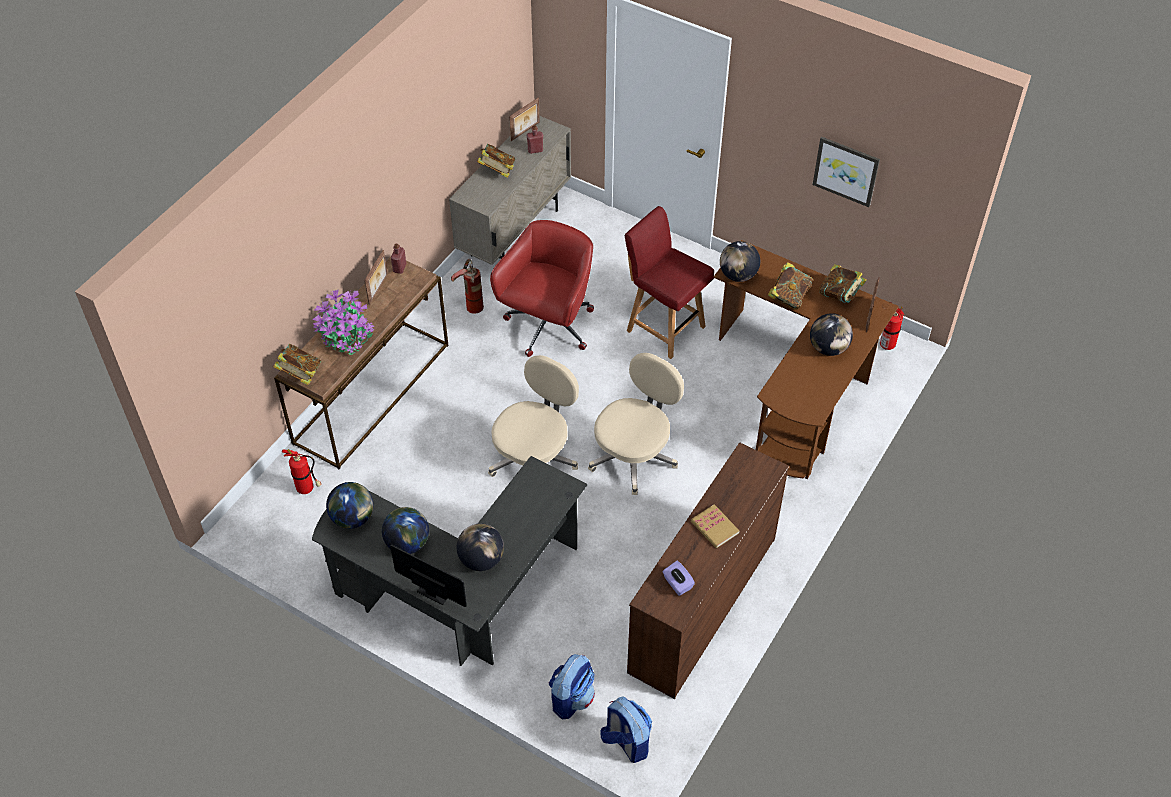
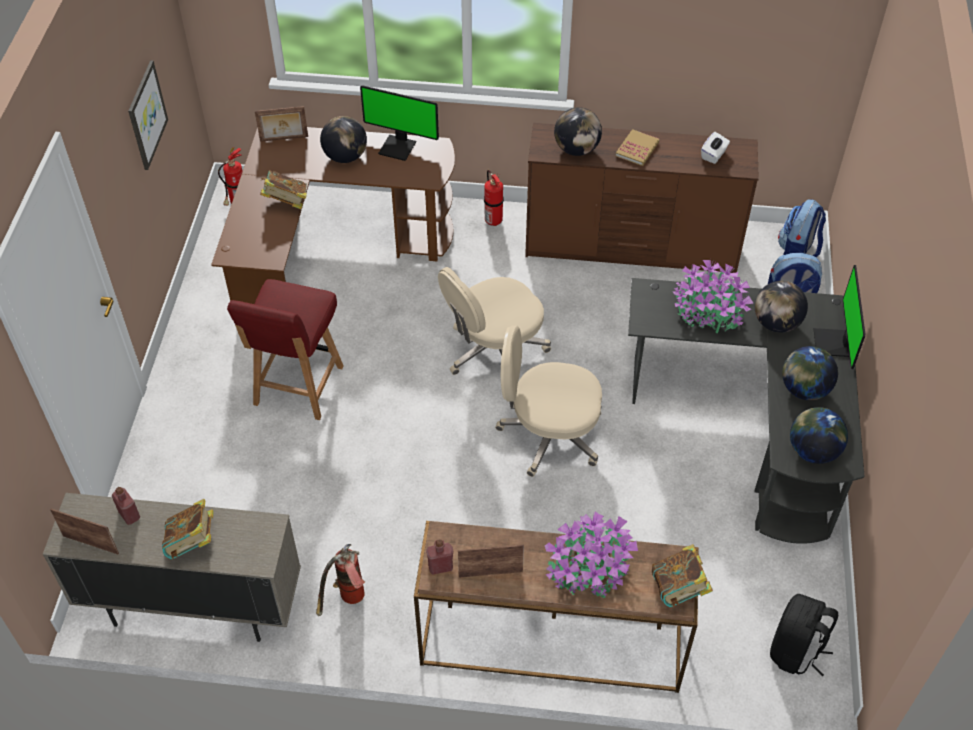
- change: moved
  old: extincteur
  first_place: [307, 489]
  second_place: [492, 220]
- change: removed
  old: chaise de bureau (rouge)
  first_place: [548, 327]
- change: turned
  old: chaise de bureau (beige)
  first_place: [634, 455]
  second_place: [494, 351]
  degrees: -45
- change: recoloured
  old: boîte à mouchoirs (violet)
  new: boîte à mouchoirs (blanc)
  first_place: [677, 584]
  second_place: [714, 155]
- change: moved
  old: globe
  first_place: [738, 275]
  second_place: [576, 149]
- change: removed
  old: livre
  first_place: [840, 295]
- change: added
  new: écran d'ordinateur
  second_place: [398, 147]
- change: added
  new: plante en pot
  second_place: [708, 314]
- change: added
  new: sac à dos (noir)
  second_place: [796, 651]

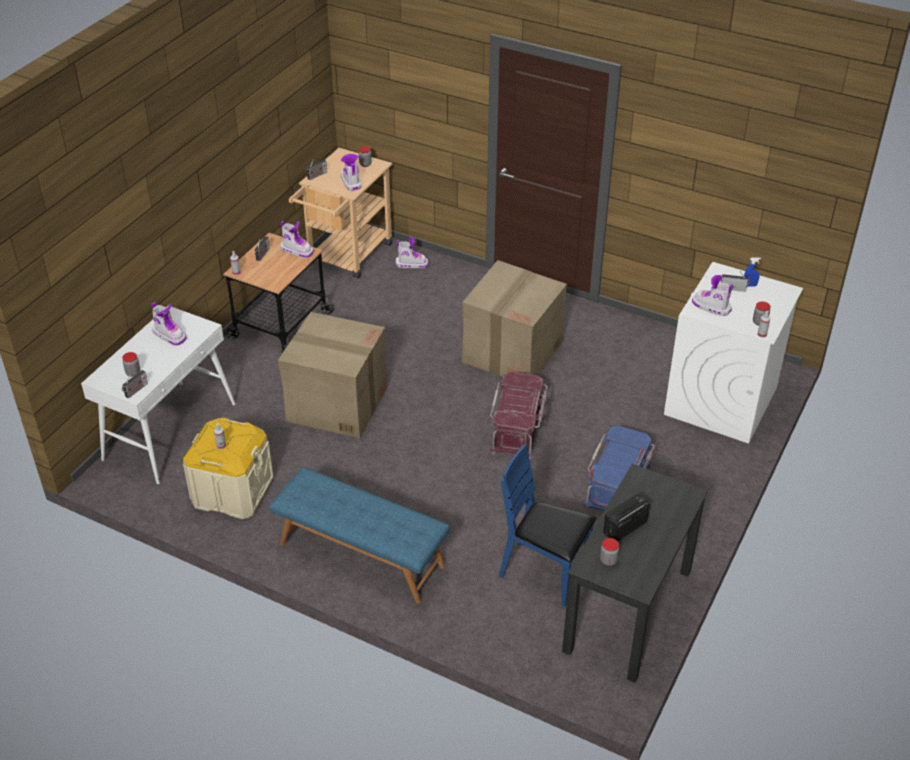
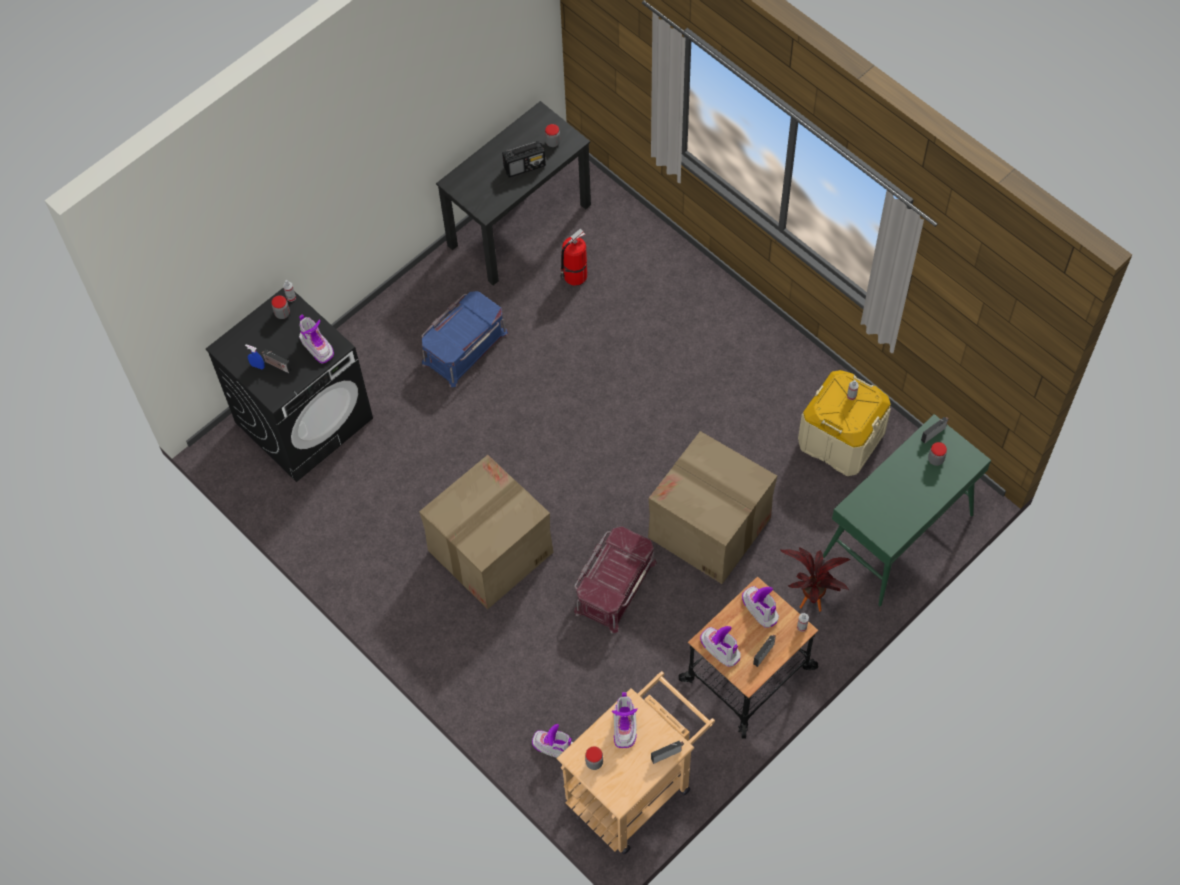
- change: recoloured
  old: table console (blanc)
  new: table console (vert)
  first_place: [170, 431]
  second_place: [897, 537]
- change: moved
  old: botte
  first_place: [169, 335]
  second_place: [759, 609]
- change: removed
  old: banc (bleu)
  first_place: [360, 555]
- change: moved
  old: boîte de rangement (rouge)
  first_place: [518, 428]
  second_place: [614, 586]
- change: replaced
  old: chaise (bleu)
  new: extincteur
  first_place: [544, 573]
  second_place: [574, 276]
- change: recoloured
  old: lave-linge (blanc)
  new: lave-linge (noir)
  first_place: [721, 401]
  second_place: [304, 420]
- change: added
  new: plante en pot
  second_place: [810, 597]

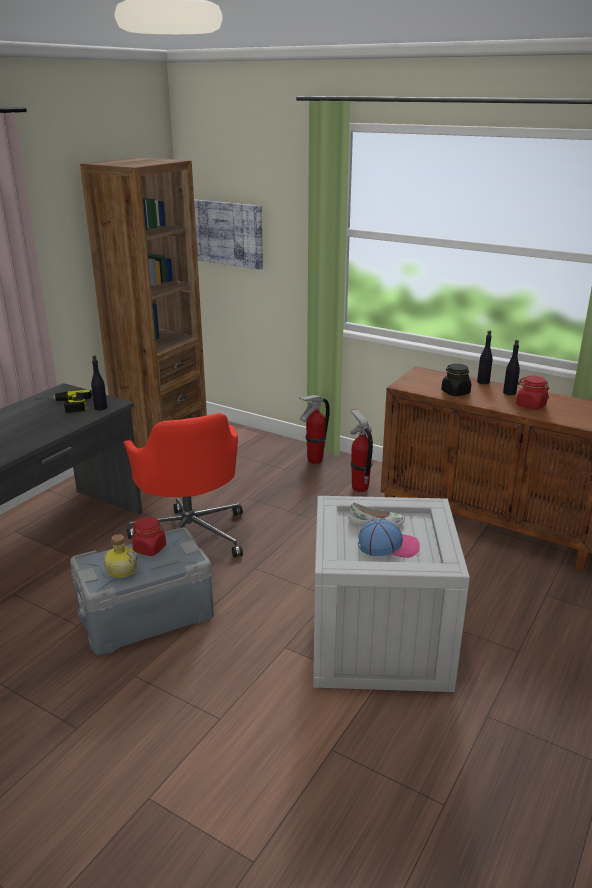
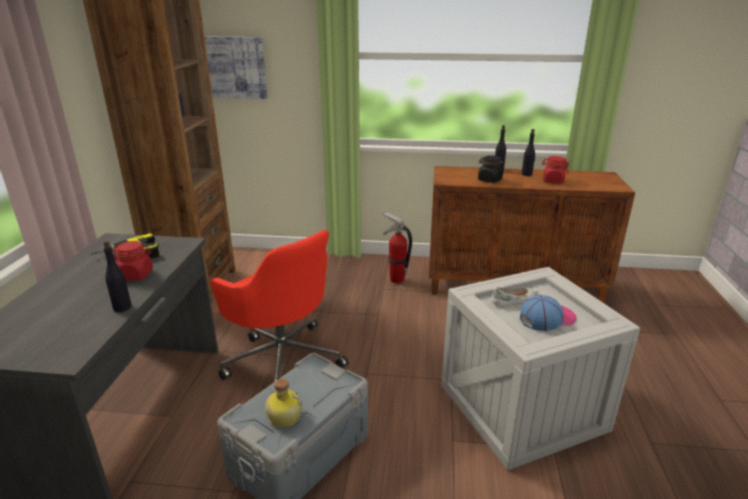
- change: moved
  old: bouteille (noir)
  first_place: [101, 408]
  second_place: [122, 307]
- change: moved
  old: bocal (rouge)
  first_place: [150, 548]
  second_place: [136, 275]
- change: removed
  old: extincteur
  first_place: [314, 460]

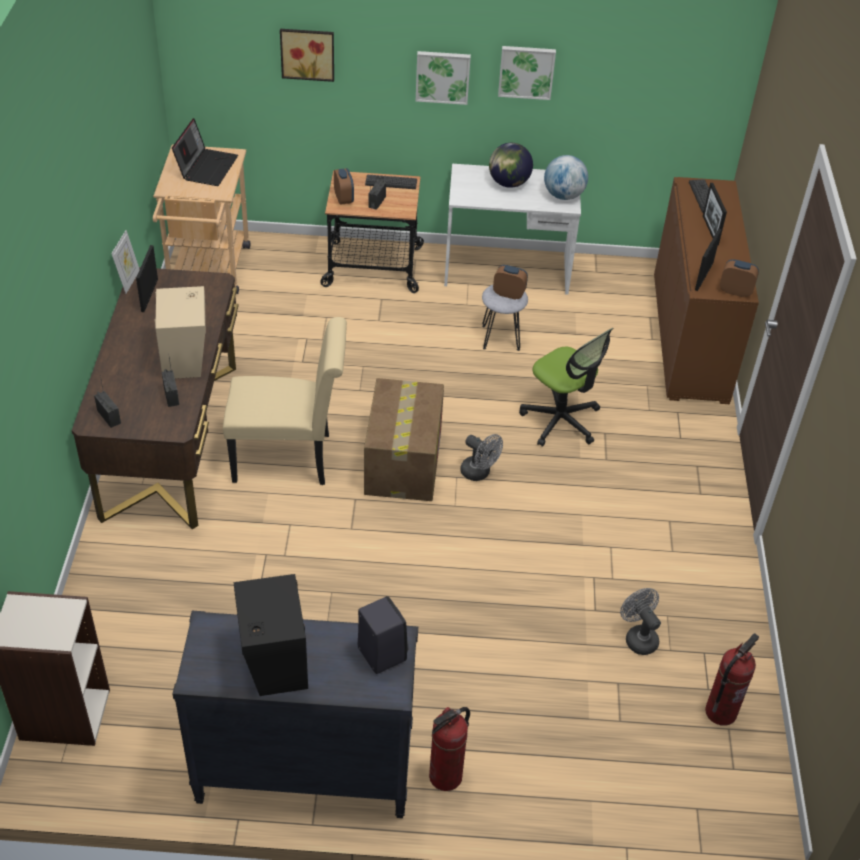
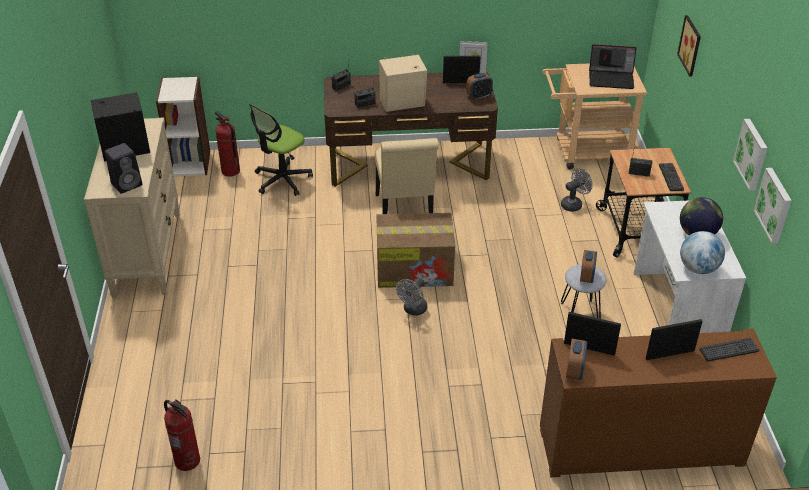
- change: recoloured
  old: commode (noir)
  new: commode (beige)
  first_place: [303, 773]
  second_place: [147, 254]
- change: moved
  old: réveil
  first_place: [344, 199]
  second_place: [479, 96]
- change: moved
  old: tableau
  first_place: [442, 76]
  second_place: [775, 205]
- change: moved
  old: extincteur
  first_place: [445, 776]
  second_place: [230, 171]
- change: moved
  old: chaise de bureau
  first_place: [561, 421]
  second_place: [282, 180]
- change: moved
  old: ventilateur (gris)
  first_place: [638, 637]
  second_place: [574, 204]

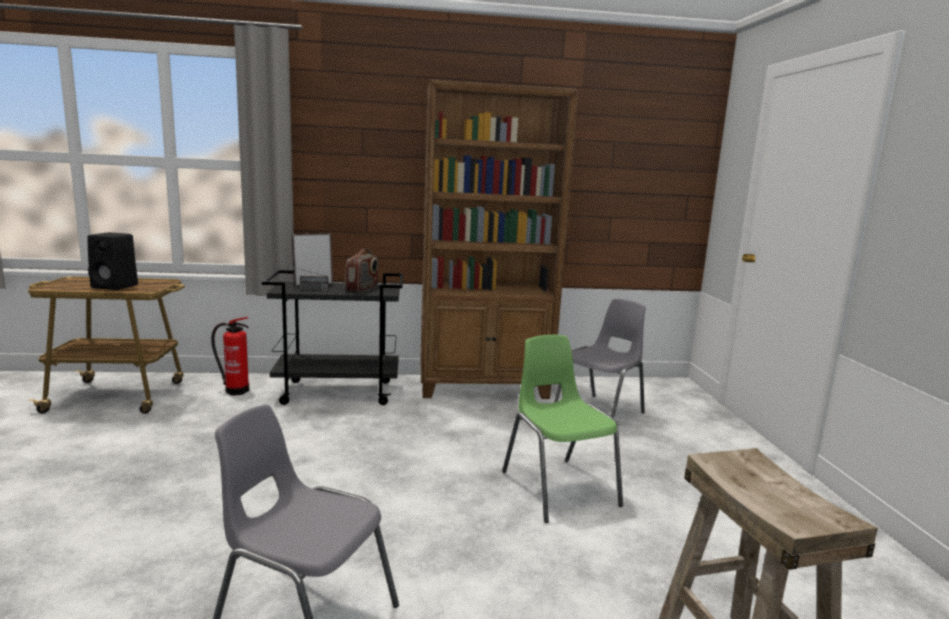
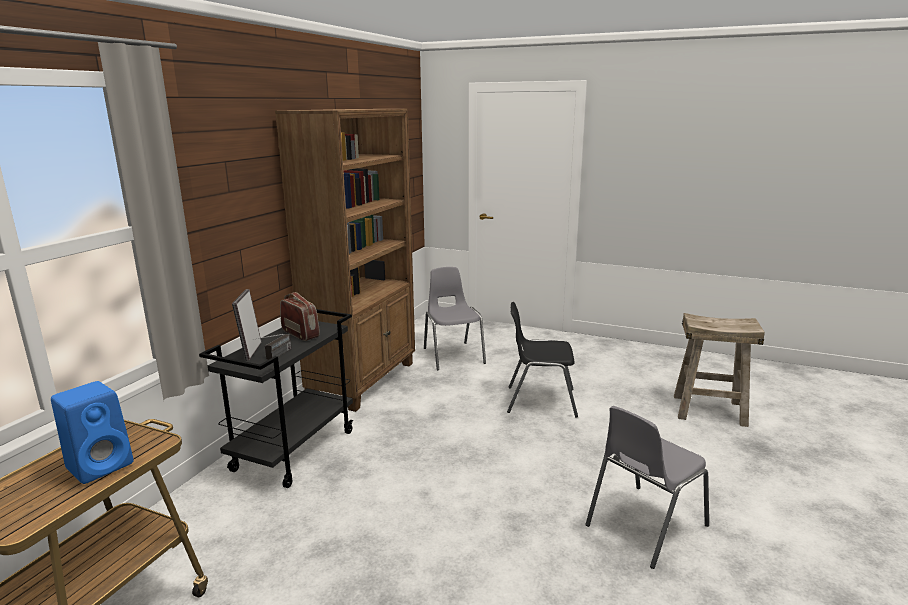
- change: recoloured
  old: enceinte (noir)
  new: enceinte (bleu)
  first_place: [116, 286]
  second_place: [102, 465]
- change: removed
  old: extincteur
  first_place: [235, 390]
- change: recoloured
  old: chaise (vert)
  new: chaise (noir)
  first_place: [558, 487]
  second_place: [540, 401]

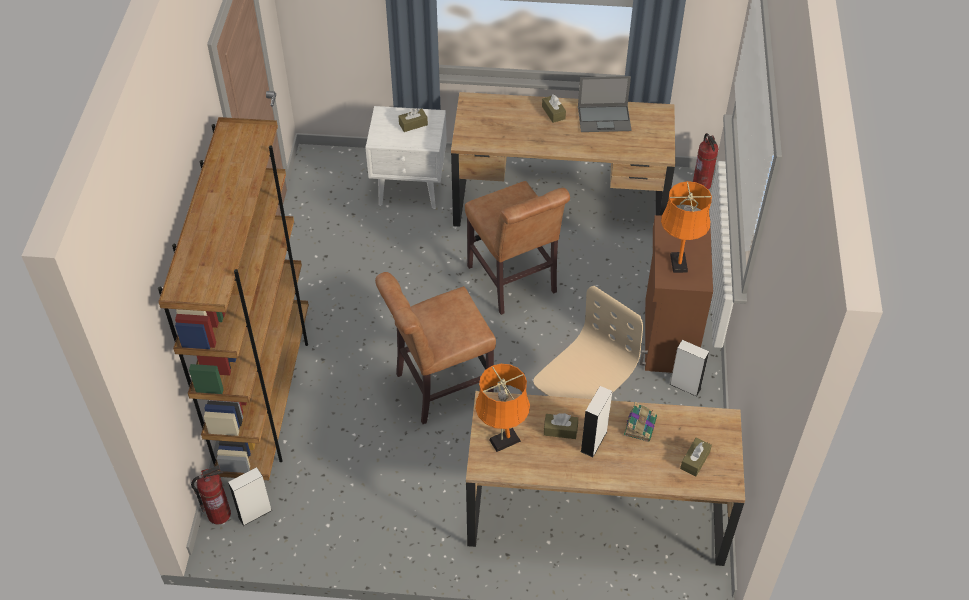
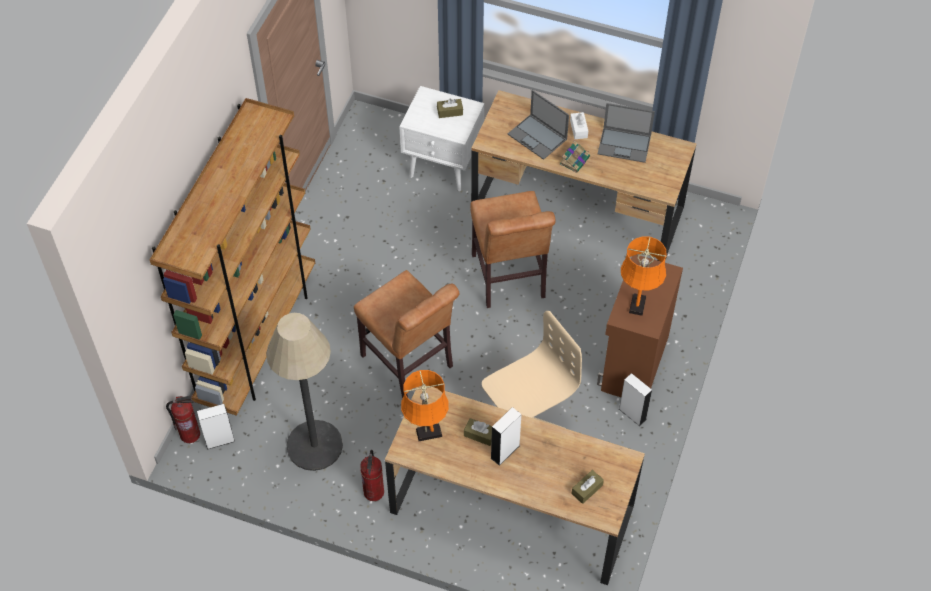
- change: turned
  old: chaise (marron)
  first_place: [439, 387]
  second_place: [410, 364]
  degrees: -120
- change: recoloured
  old: boîte à mouchoirs (marron)
  new: boîte à mouchoirs (blanc)
  first_place: [553, 113]
  second_place: [578, 129]
- change: moved
  old: livre
  first_place: [640, 425]
  second_place: [575, 160]
- change: moved
  old: extincteur
  first_place: [702, 184]
  second_place: [374, 492]
- change: added
  new: lampadaire
  second_place: [314, 445]
- change: added
  new: ordinateur portable
  second_place: [538, 137]

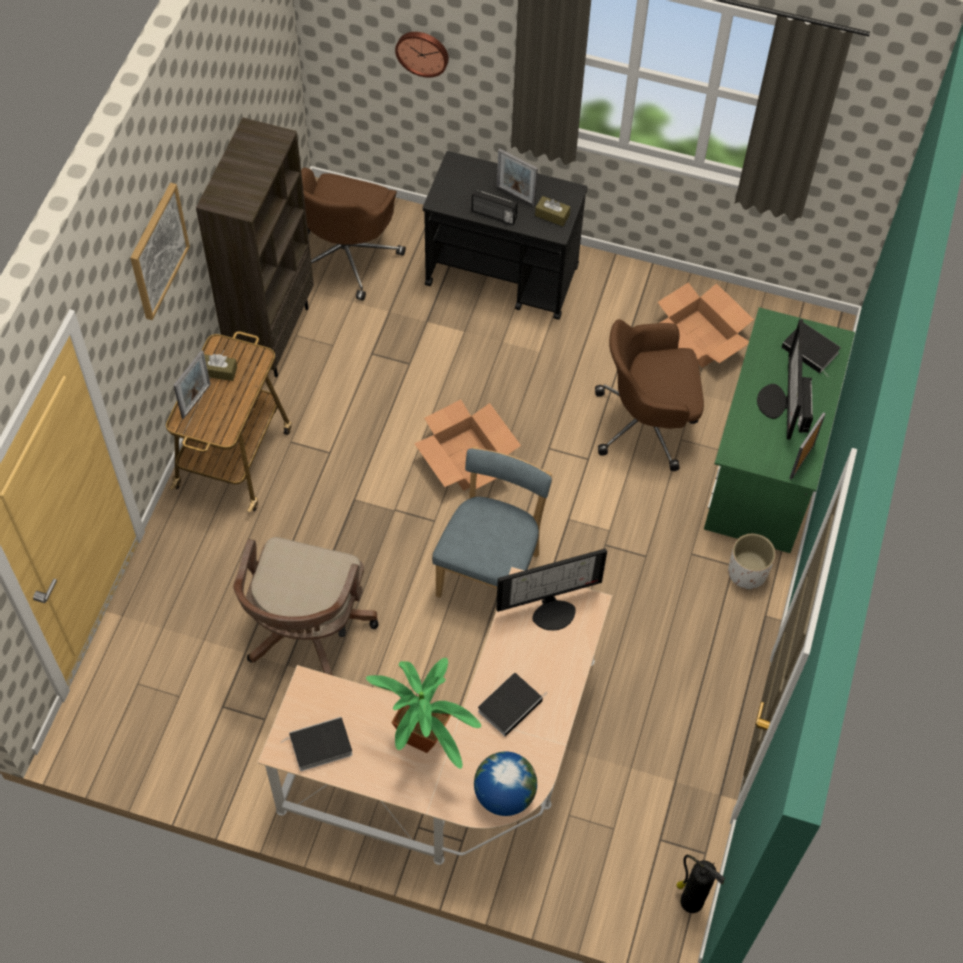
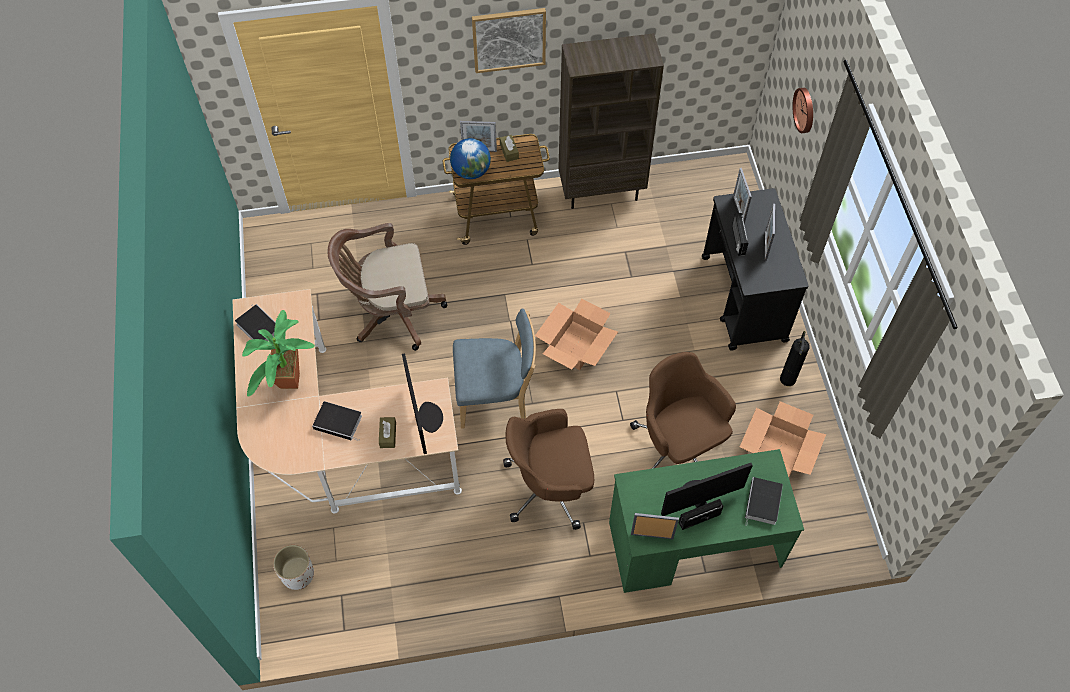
- change: moved
  old: chaise de bureau (marron)
  first_place: [347, 255]
  second_place: [550, 487]
- change: moved
  old: globe
  first_place: [504, 794]
  second_place: [471, 171]
- change: turned
  old: écran d'ordinateur
  first_place: [553, 610]
  second_place: [426, 417]
  degrees: -150
- change: moved
  old: boîte à mouchoirs (marron)
  first_place: [552, 215]
  second_place: [388, 435]
- change: moved
  old: extincteur
  first_place: [690, 900]
  second_place: [788, 378]
- change: moved
  old: cache-pot (blanc)
  first_place: [747, 573]
  second_place: [297, 574]
- change: added
  new: cadre photo
  second_place: [738, 210]

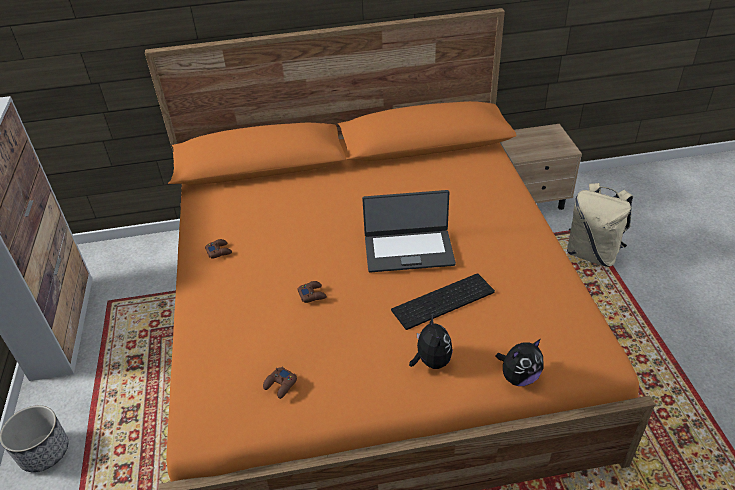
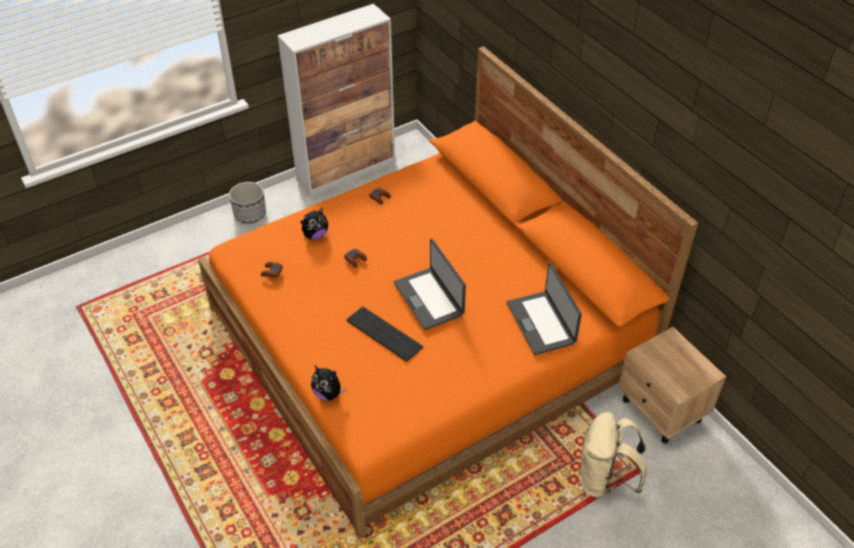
- change: moved
  old: peluche
  first_place: [431, 361]
  second_place: [315, 235]
- change: added
  new: ordinateur portable
  second_place: [541, 323]

